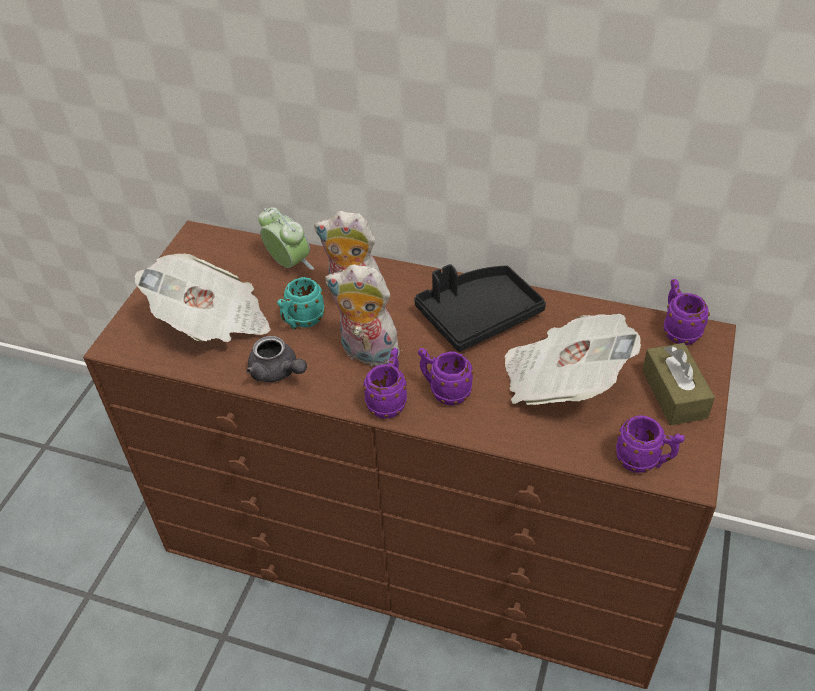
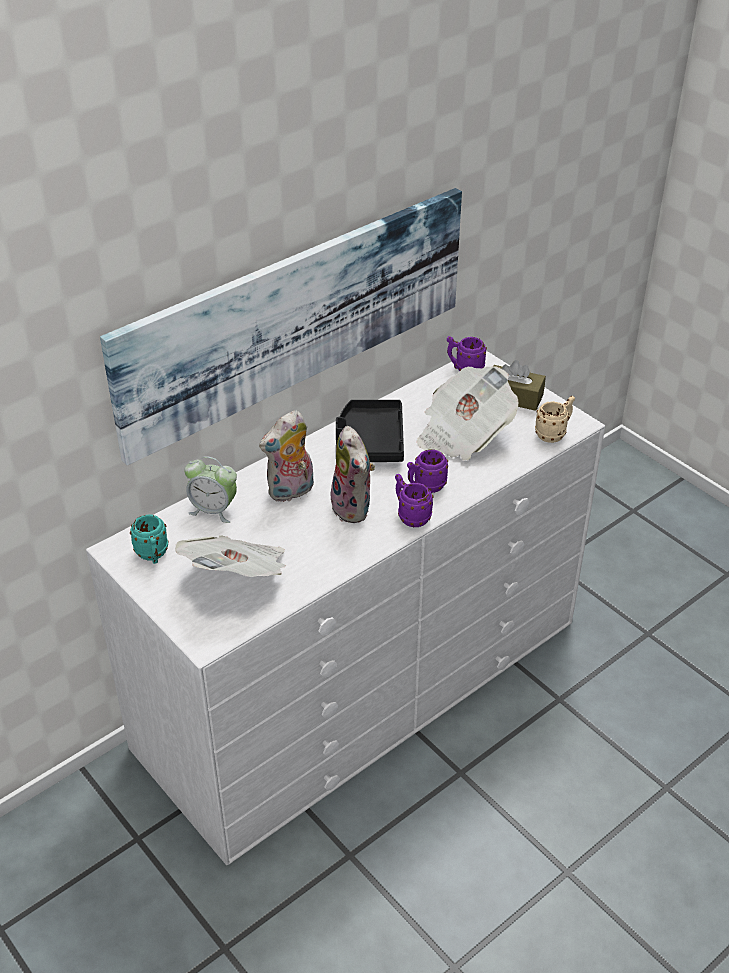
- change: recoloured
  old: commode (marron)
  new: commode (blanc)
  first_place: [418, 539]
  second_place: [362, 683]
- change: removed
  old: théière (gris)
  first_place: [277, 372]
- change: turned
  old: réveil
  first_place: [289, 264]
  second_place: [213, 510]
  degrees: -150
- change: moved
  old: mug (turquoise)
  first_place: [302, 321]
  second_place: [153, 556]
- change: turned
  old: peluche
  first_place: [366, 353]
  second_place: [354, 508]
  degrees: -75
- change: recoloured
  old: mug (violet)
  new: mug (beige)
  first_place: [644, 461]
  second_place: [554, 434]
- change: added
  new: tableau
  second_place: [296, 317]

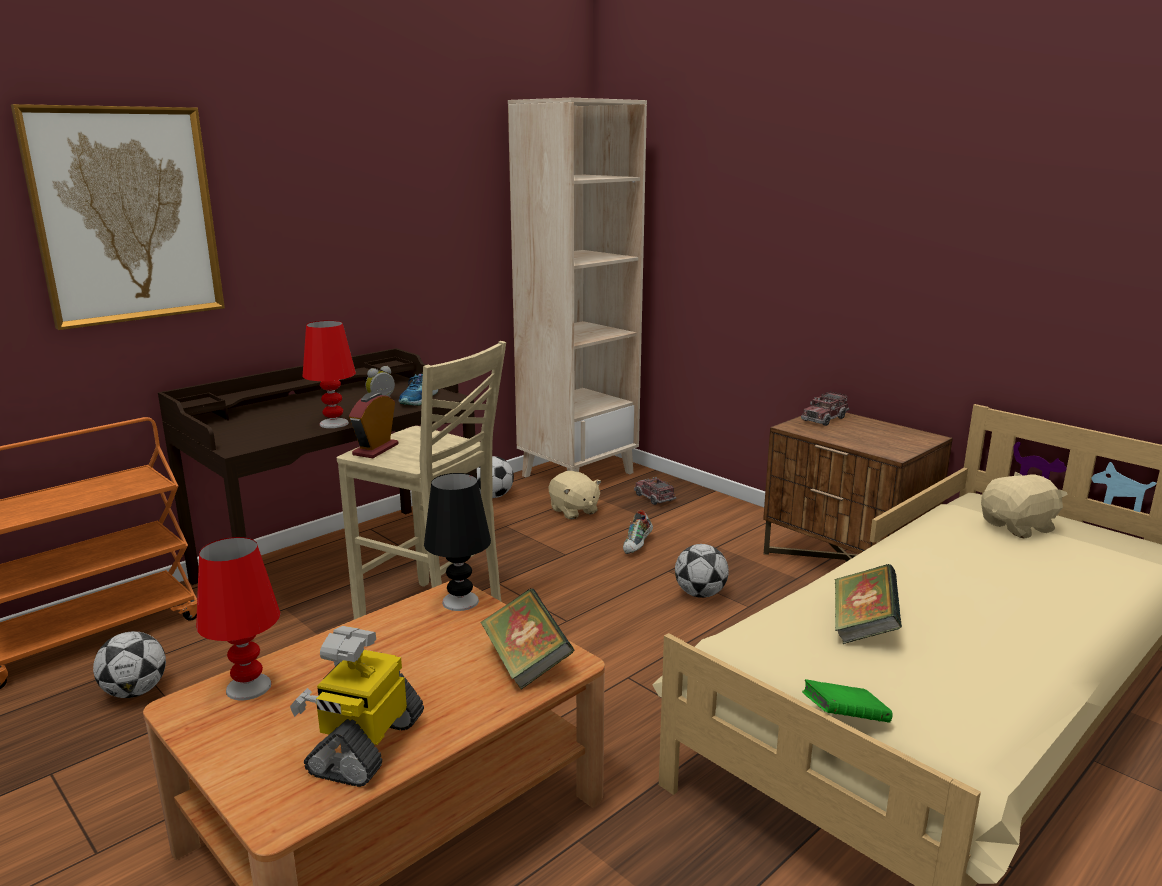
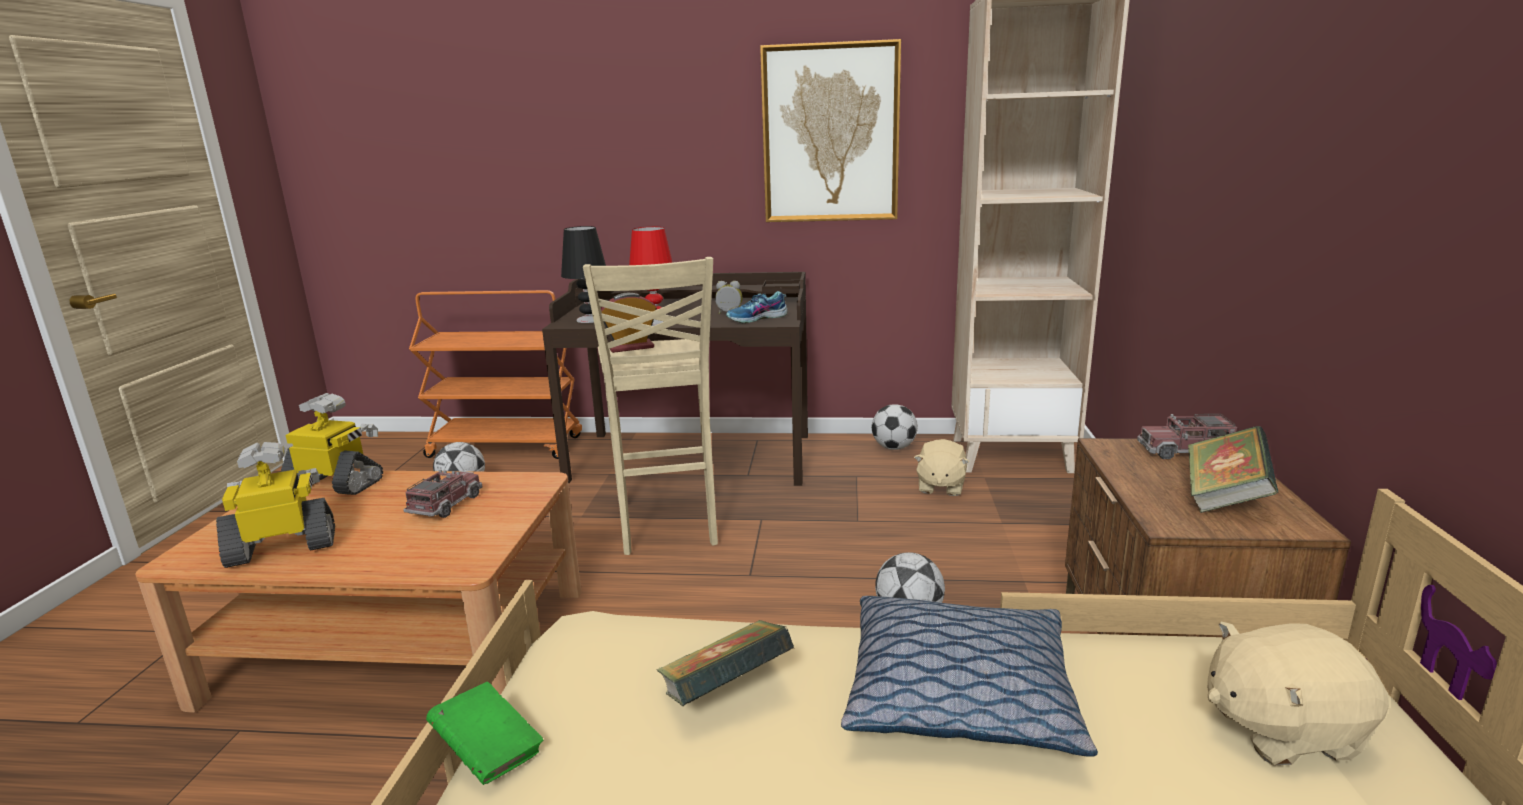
- change: moved
  old: tableau
  first_place: [126, 215]
  second_place: [830, 134]
- change: replaced
  old: lampe de table (rouge)
  new: robot jouet
  first_place: [248, 687]
  second_place: [336, 484]
- change: moved
  old: lampe de table (noir)
  first_place: [460, 602]
  second_place: [589, 320]
- change: moved
  old: livre
  first_place: [526, 663]
  second_place: [1224, 498]
- change: removed
  old: chaussure
  first_place: [637, 546]
- change: moved
  old: camion jouet
  first_place: [654, 498]
  second_place: [446, 505]
- change: turned
  old: peluche (beige)
  first_place: [1018, 527]
  second_place: [1280, 729]
  degrees: 150
- change: added
  new: coussin
  second_place: [959, 694]

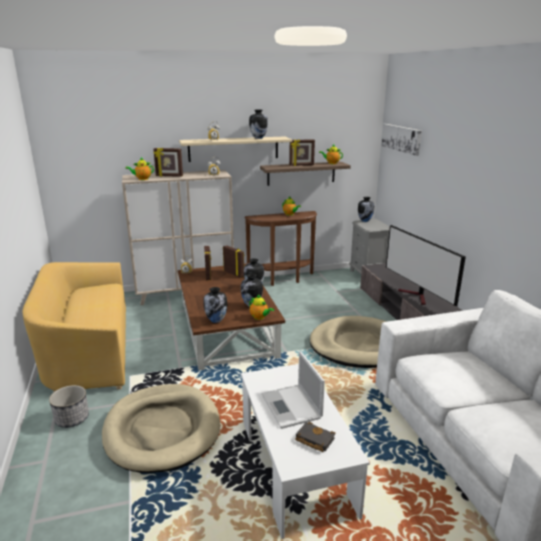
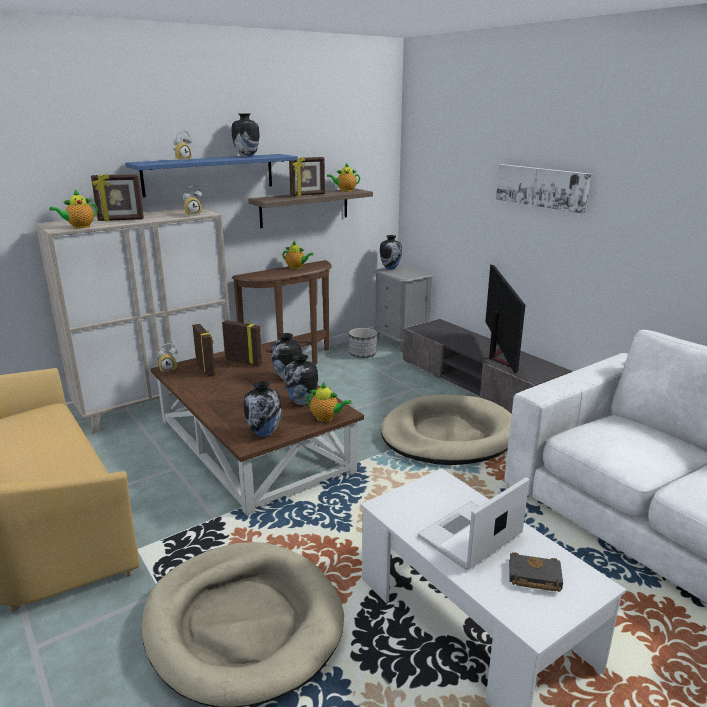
- change: moved
  old: cache-pot
  first_place: [72, 418]
  second_place: [362, 354]
- change: recoloured
  old: étagère (beige)
  new: étagère (bleu)
  first_place: [233, 149]
  second_place: [209, 174]
- change: turned
  old: ordinateur portable
  first_place: [292, 407]
  second_place: [469, 537]
  degrees: 90
- change: moved
  old: tableau
  first_place: [401, 138]
  second_place: [541, 187]
- change: turned
  old: téléviseur
  first_place: [417, 296]
  second_place: [499, 357]
  degrees: -135

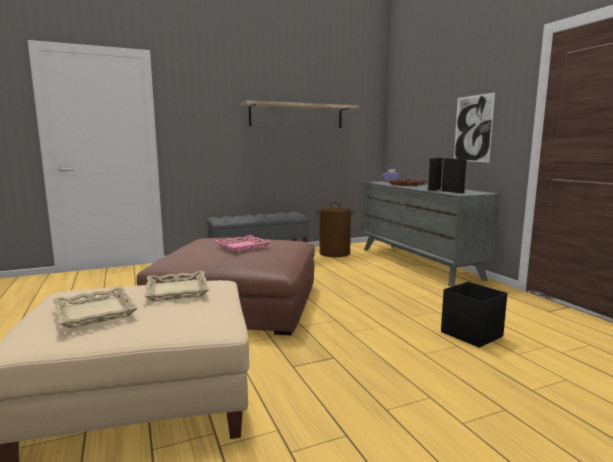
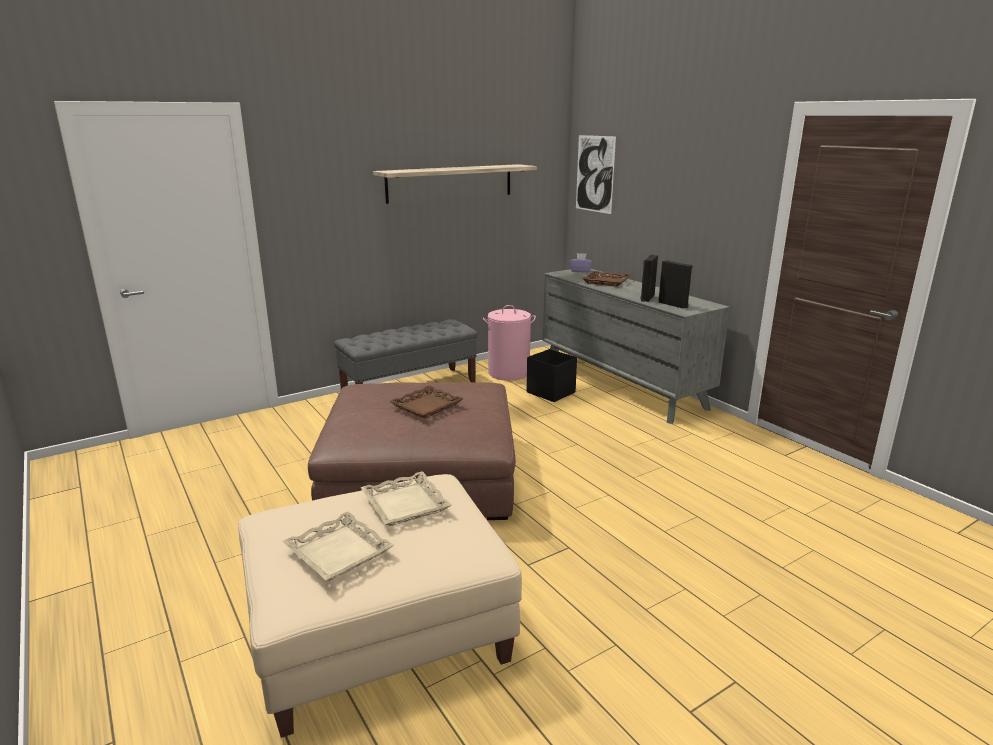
- change: recoloured
  old: plateau (rose)
  new: plateau (marron)
  first_place: [243, 246]
  second_place: [427, 406]
- change: recoloured
  old: panier à linge (marron)
  new: panier à linge (rose)
  first_place: [335, 253]
  second_place: [509, 373]
- change: moved
  old: boîte de rangement (noir)
  first_place: [471, 334]
  second_place: [550, 392]
- change: moved
  old: tableau
  first_place: [473, 128]
  second_place: [595, 174]

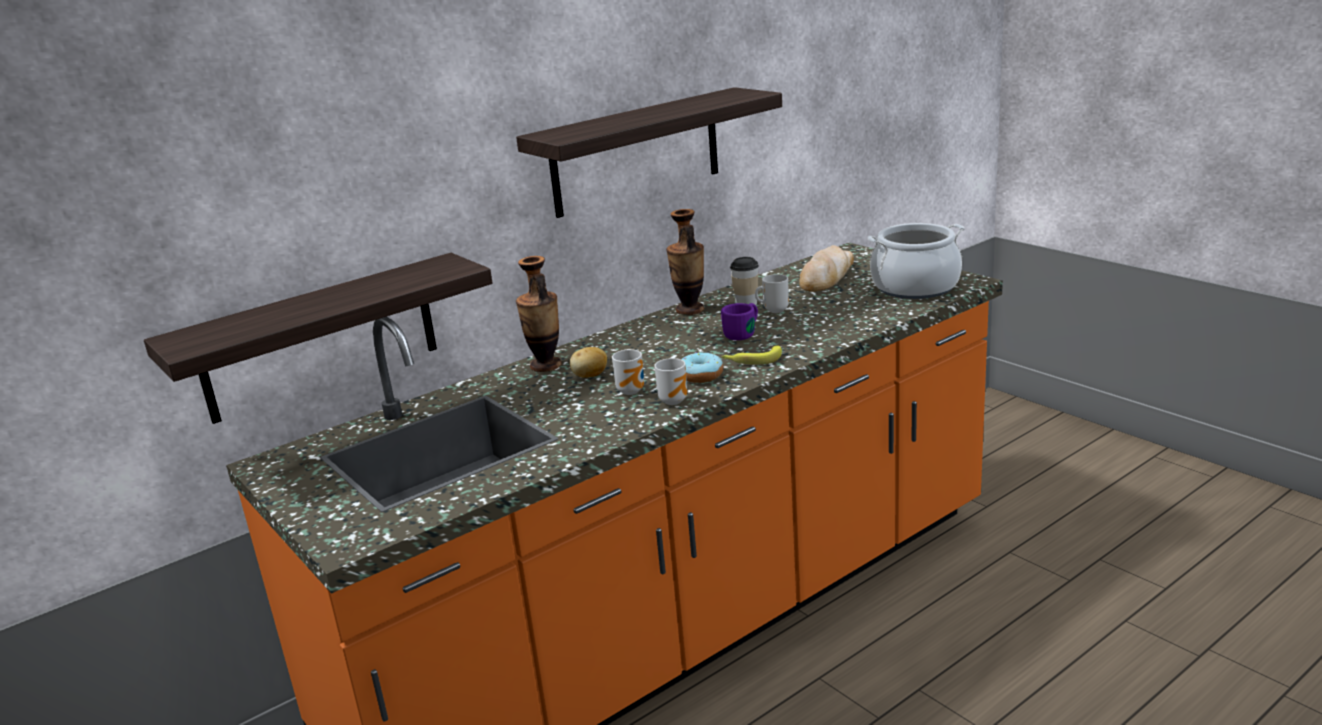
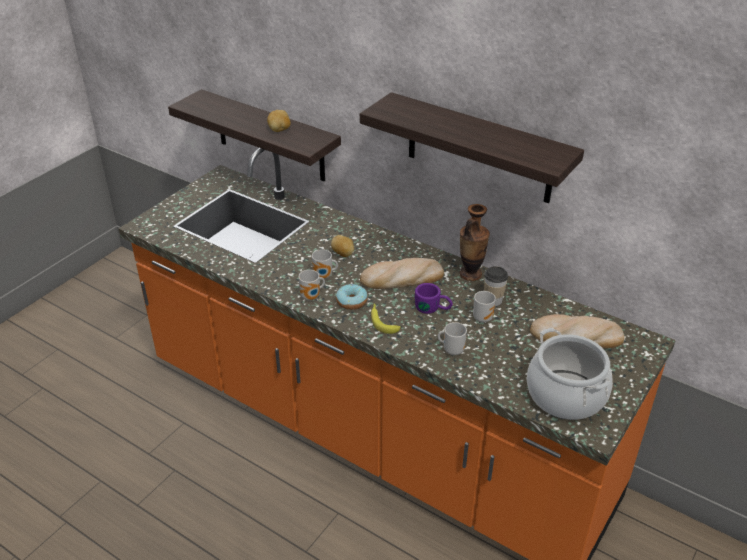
- change: removed
  old: vase
  first_place: [545, 365]
- change: added
  new: pomme de terre
  second_place: [279, 130]
- change: added
  new: pain
  second_place: [401, 278]
- change: added
  new: mug
  second_place: [452, 350]

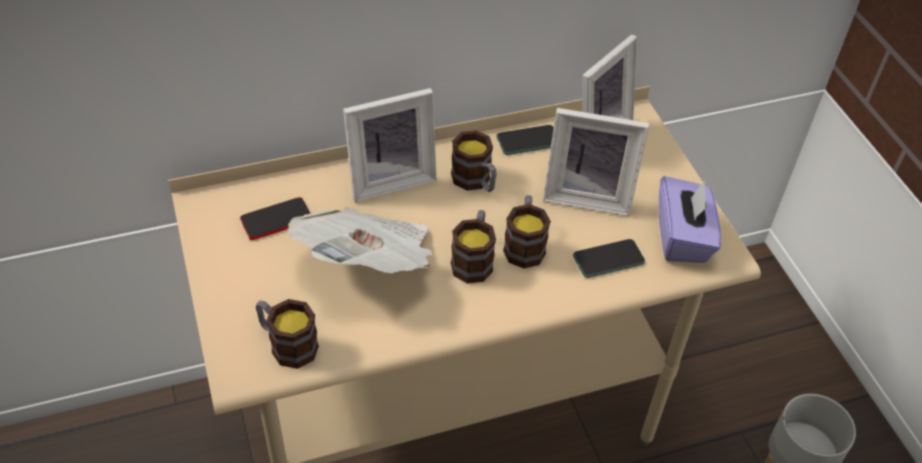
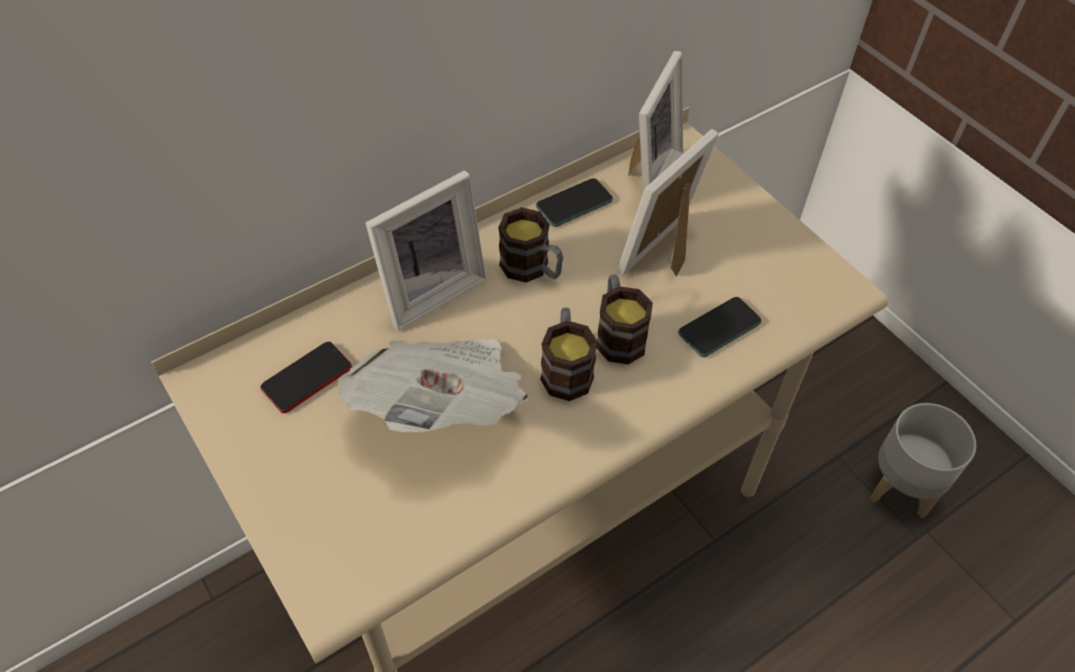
- change: removed
  old: mug
  first_place: [287, 344]
- change: turned
  old: cadre photo
  first_place: [588, 195]
  second_place: [666, 254]
  degrees: 135
- change: removed
  old: boîte à mouchoirs (violet)
  first_place: [683, 237]

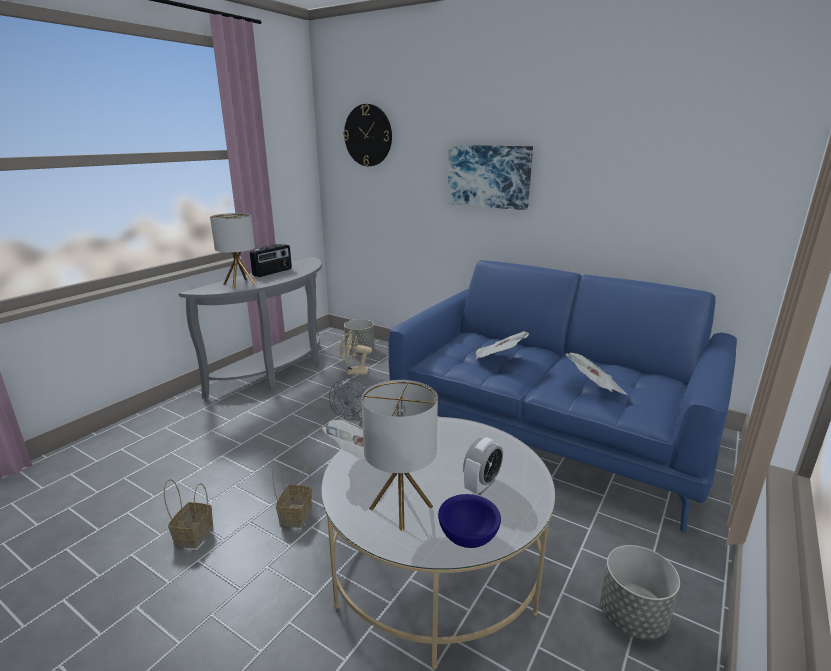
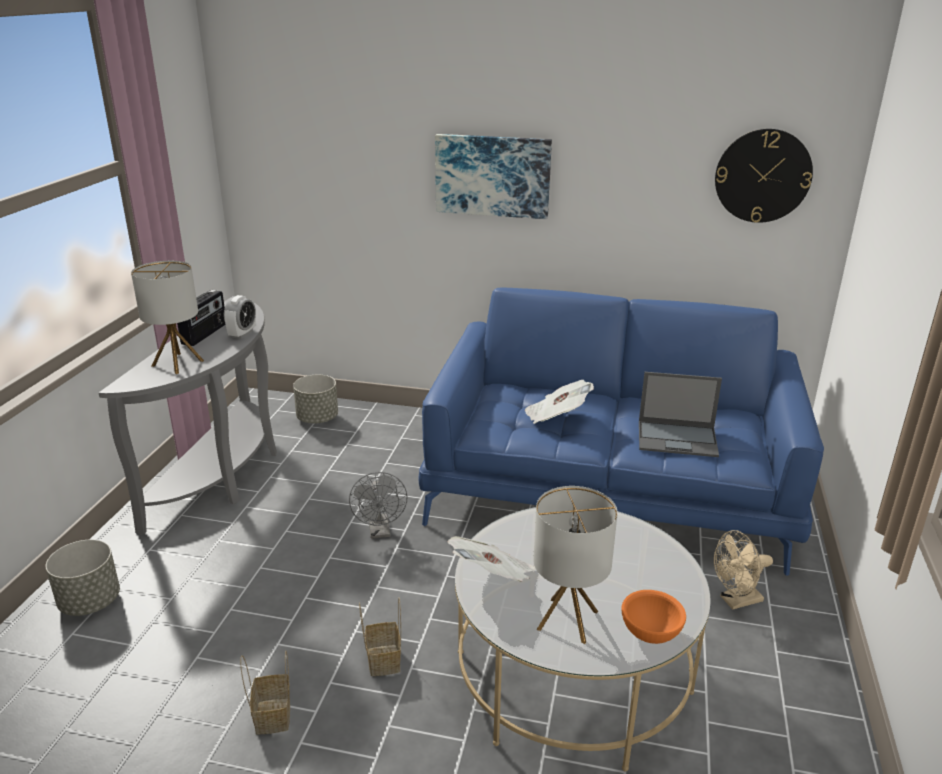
- change: moved
  old: ventilateur (beige)
  first_place: [354, 372]
  second_place: [736, 601]
- change: moved
  old: horloge murale
  first_place: [368, 135]
  second_place: [762, 176]
- change: recoloured
  old: bol (bleu)
  new: bol (orange)
  first_place: [467, 538]
  second_place: [649, 634]
- change: moved
  old: réveil
  first_place: [481, 485]
  second_place: [242, 334]
- change: replaced
  old: journal
  new: ordinateur portable
  first_place: [594, 388]
  second_place: [678, 439]
- change: moved
  old: cache-pot (gris)
  first_place: [632, 617]
  second_place: [90, 602]

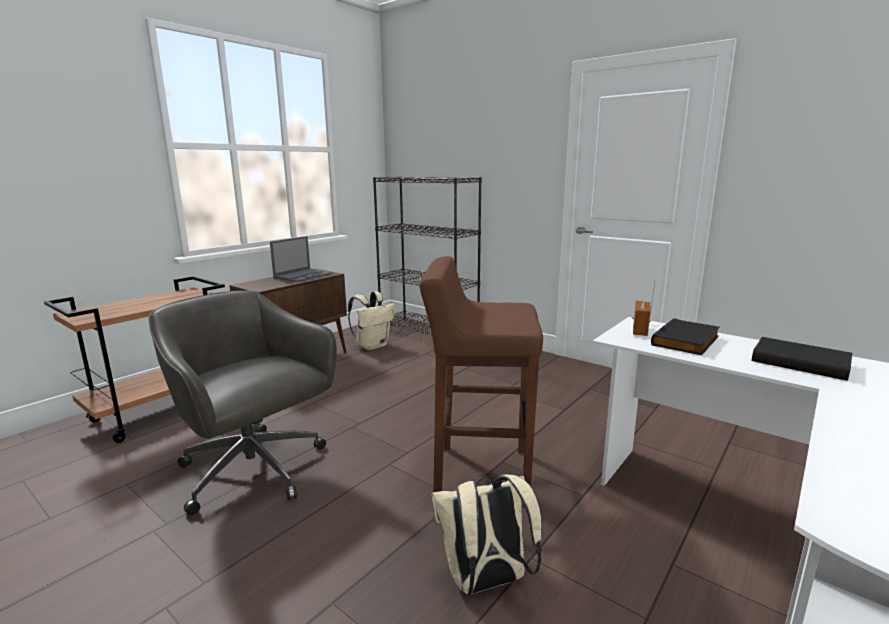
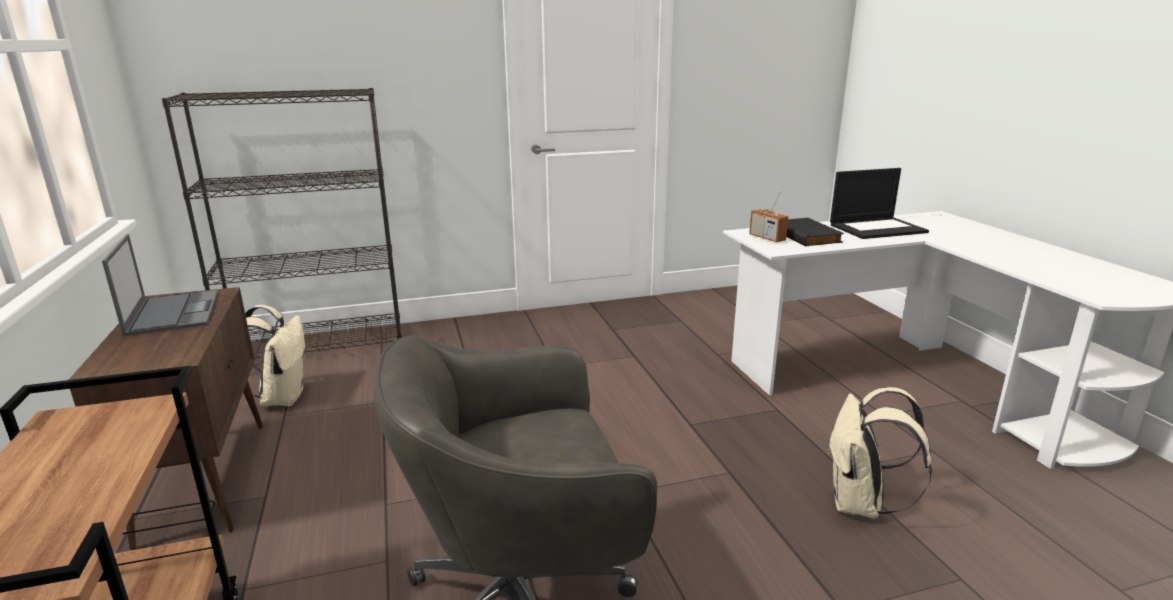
- change: removed
  old: tabouret (marron)
  first_place: [480, 473]
- change: replaced
  old: livre (noir)
  new: ordinateur portable
  first_place: [801, 362]
  second_place: [877, 228]

